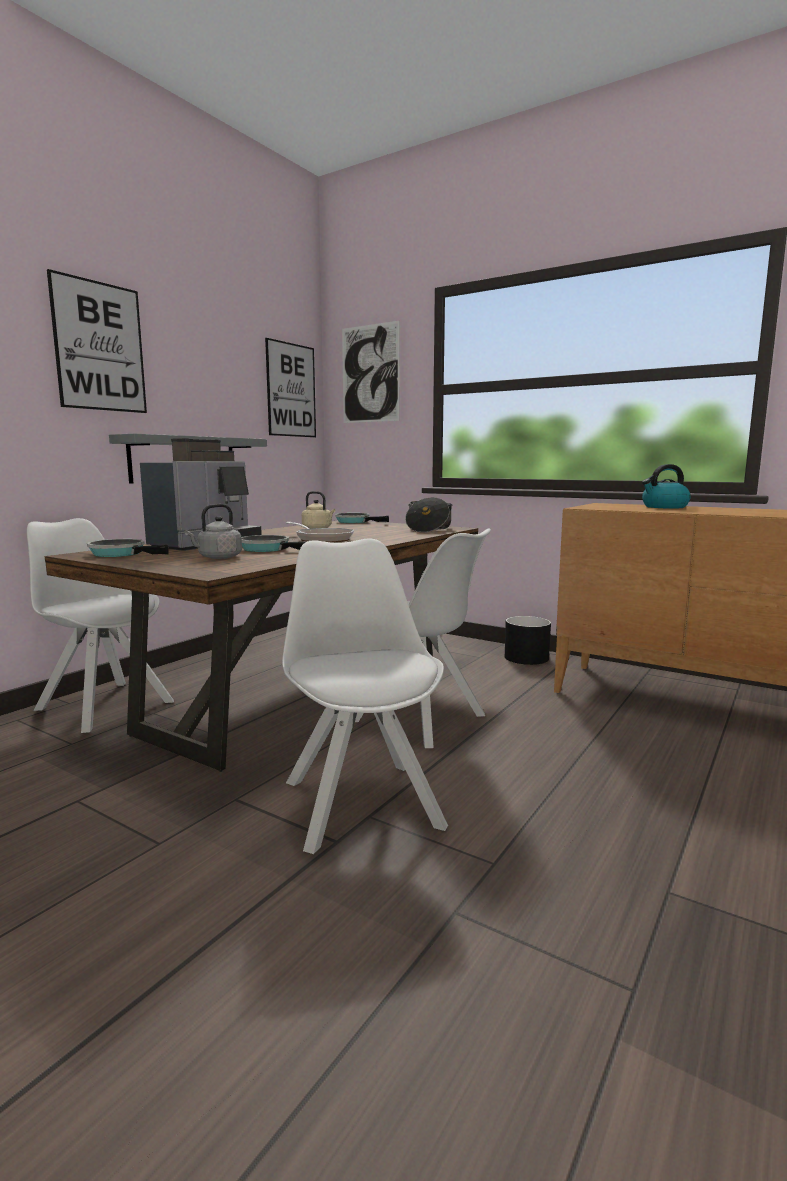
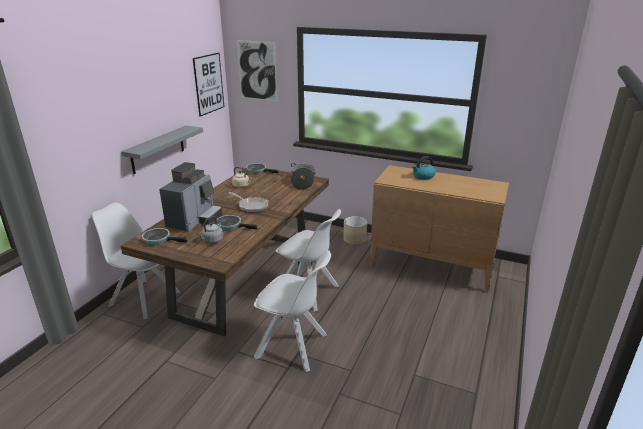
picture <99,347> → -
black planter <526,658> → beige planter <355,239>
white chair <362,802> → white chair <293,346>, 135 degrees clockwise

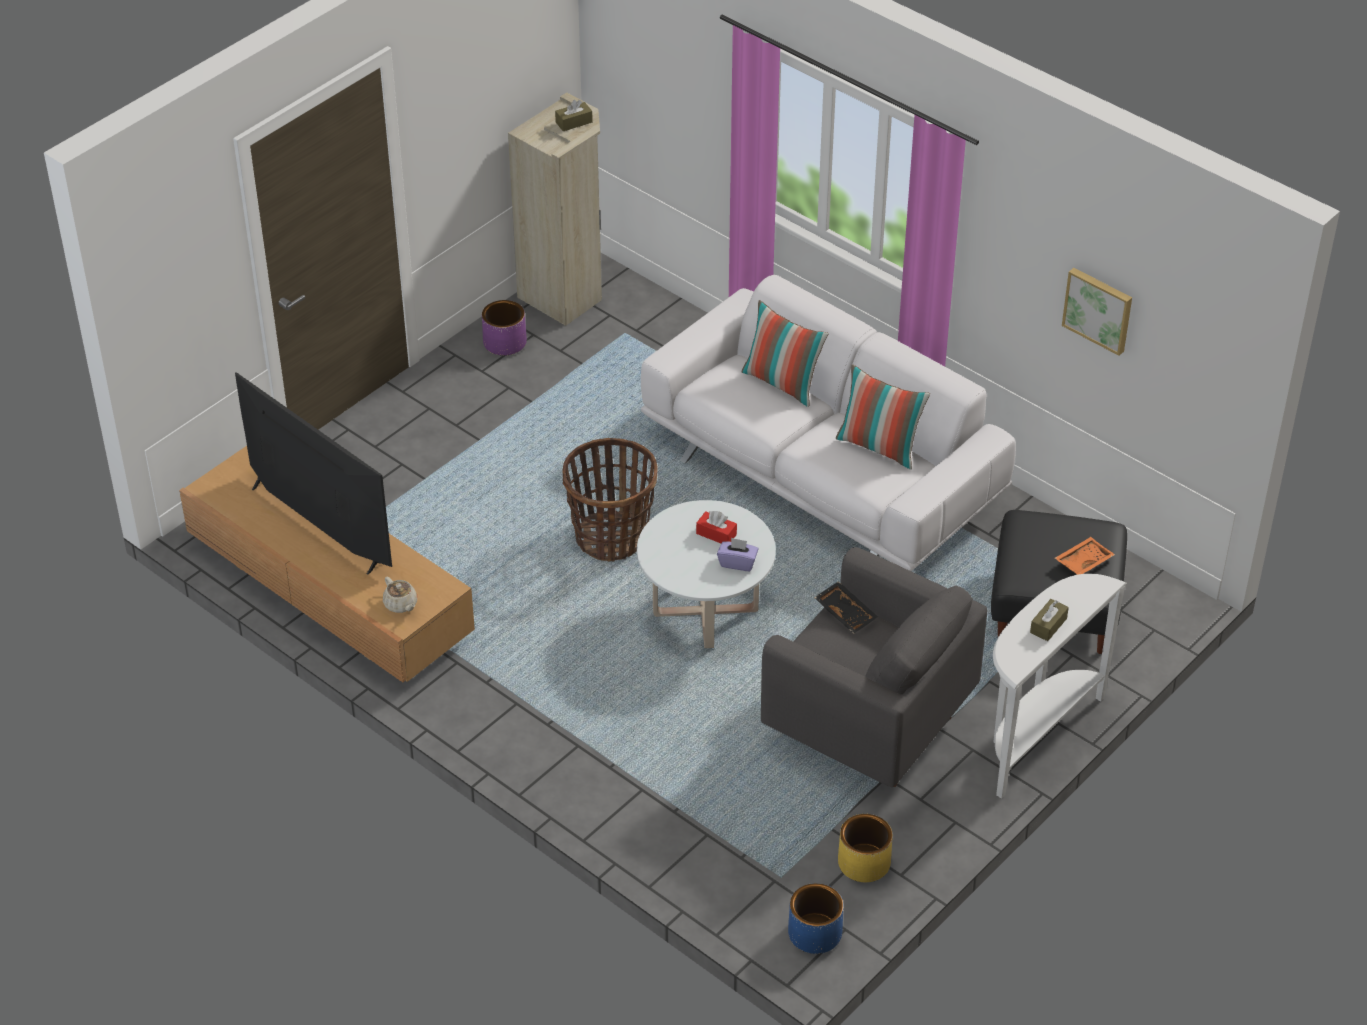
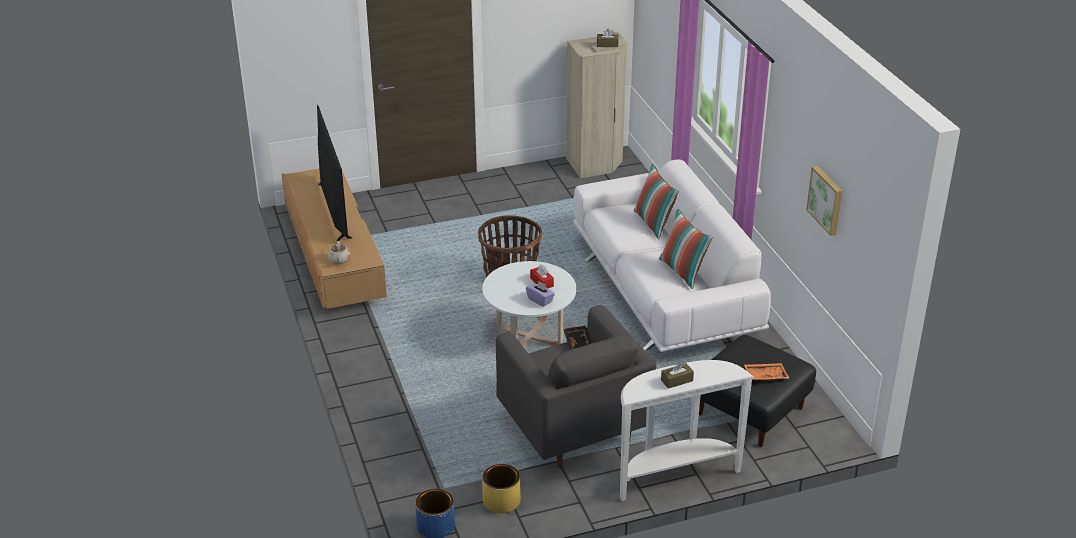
purple planter <505,342> → -

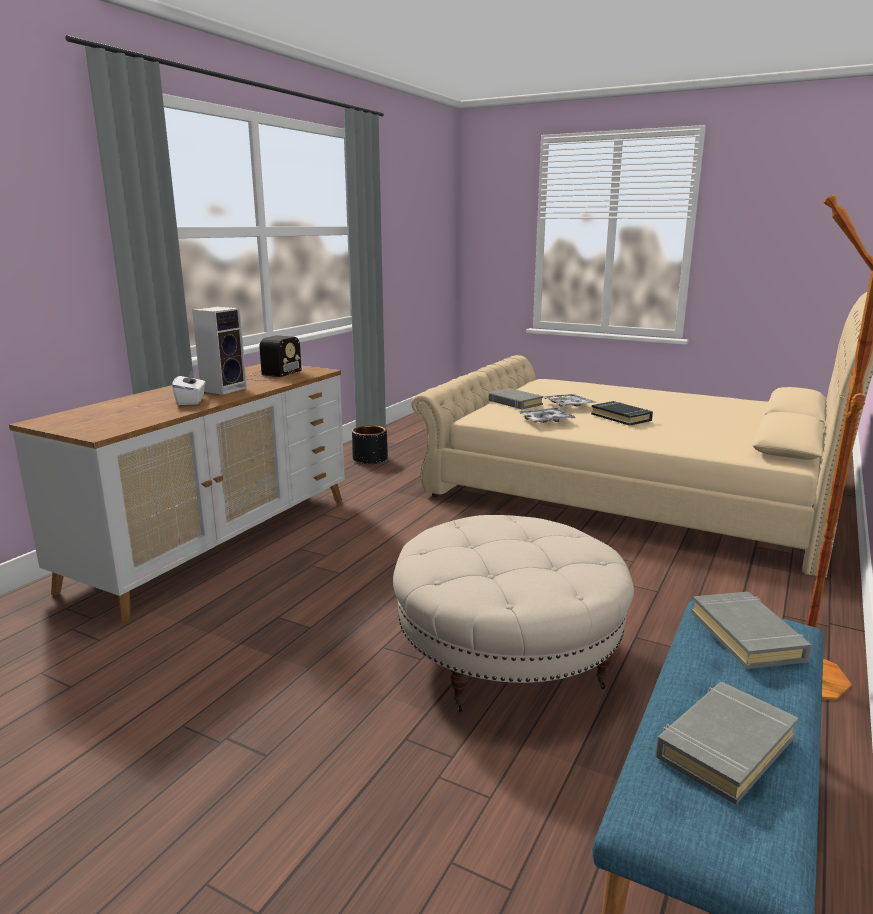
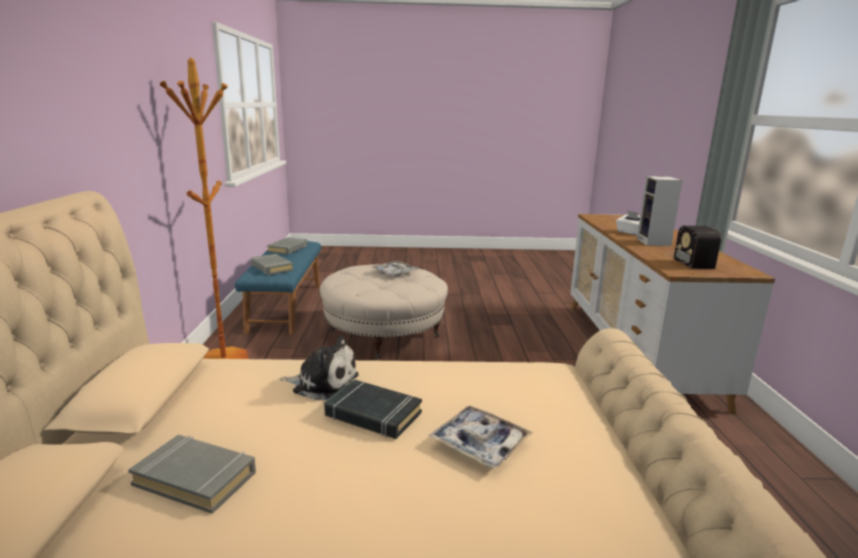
black planter <370,459> → -
- → plush toy <322,383>
grey book <514,403> → grey book <196,478>, shifted
tray <546,420> → tray <395,273>, shifted

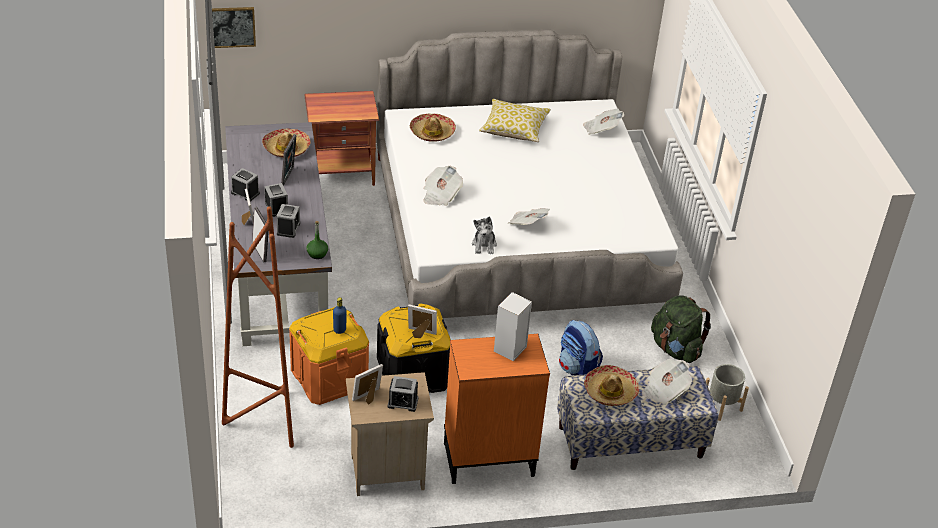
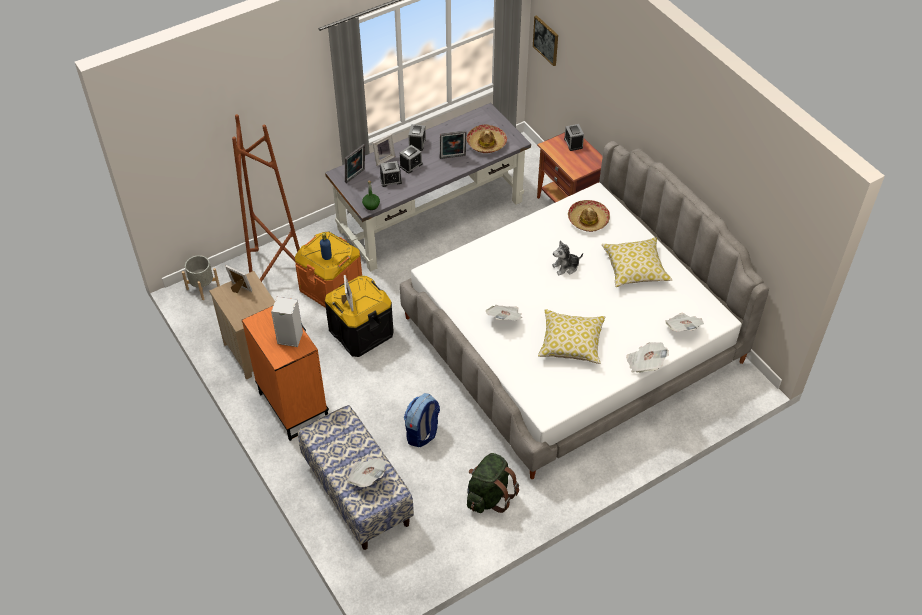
hat <610,391> → -
- → pillow <571,343>
alarm clock <403,402> → alarm clock <573,143>, shifted
newspaper <440,195> → newspaper <645,363>, shifted
plush toy <484,245> → plush toy <566,267>, shifted
grey planter <722,406> → grey planter <203,287>, shifted

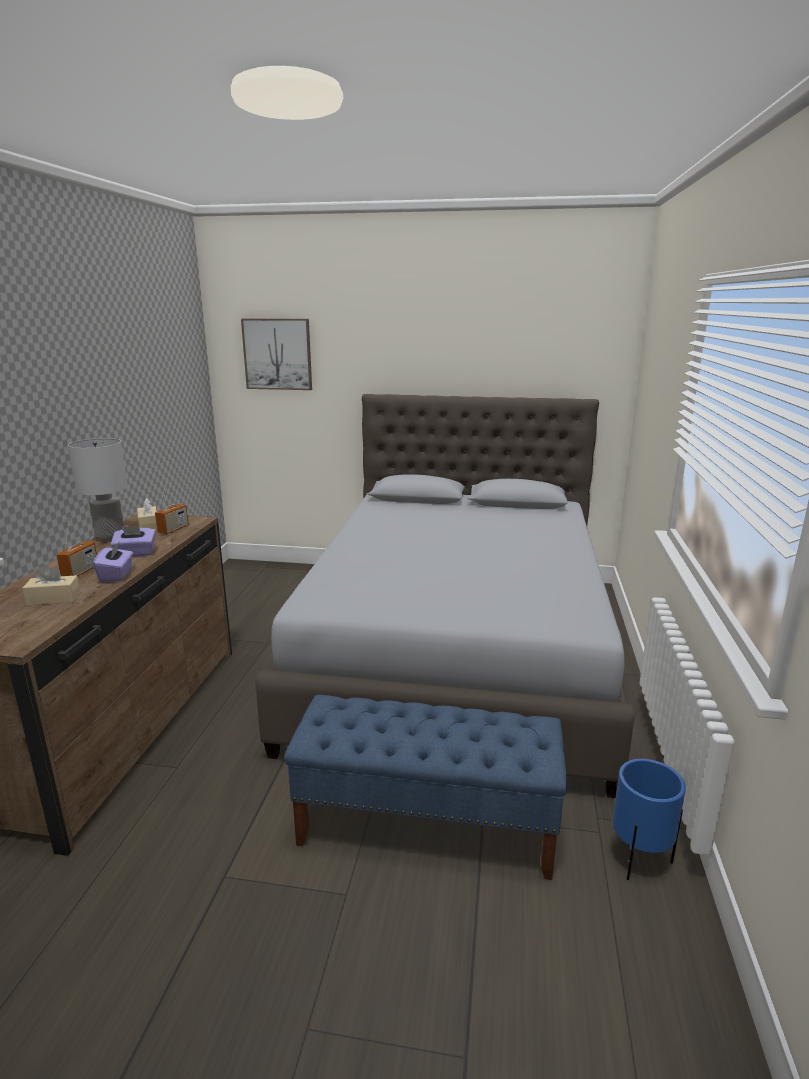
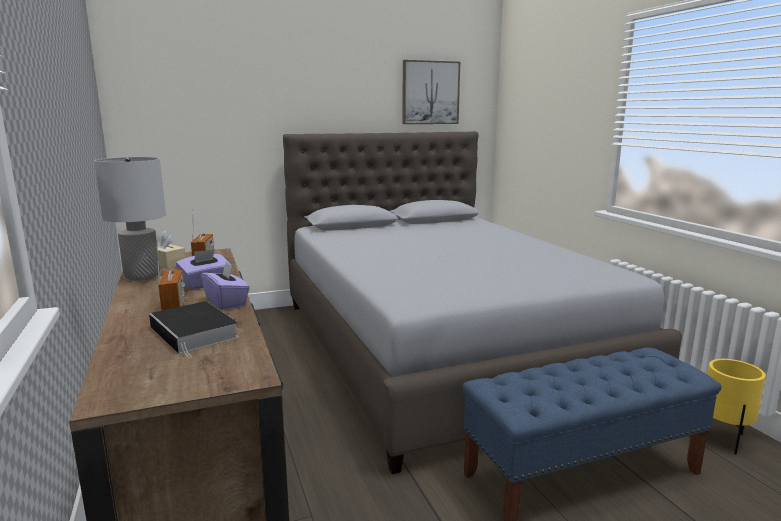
picture <277,354> → picture <430,93>, shifted
beige tissue box <53,599> → book <196,333>
blue planter <638,859> → yellow planter <724,439>

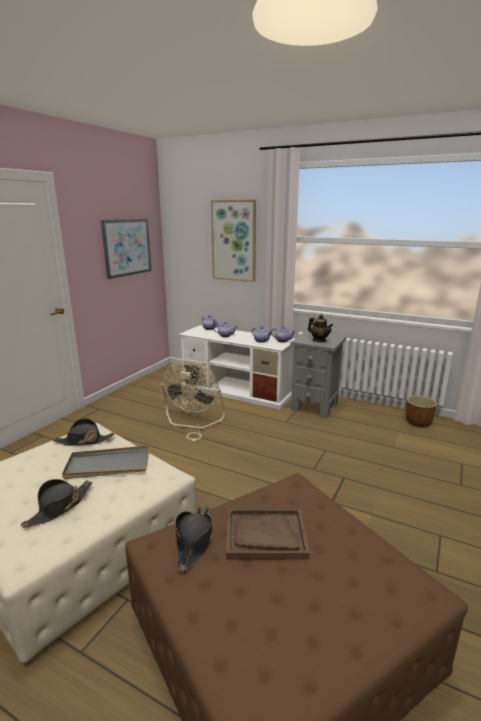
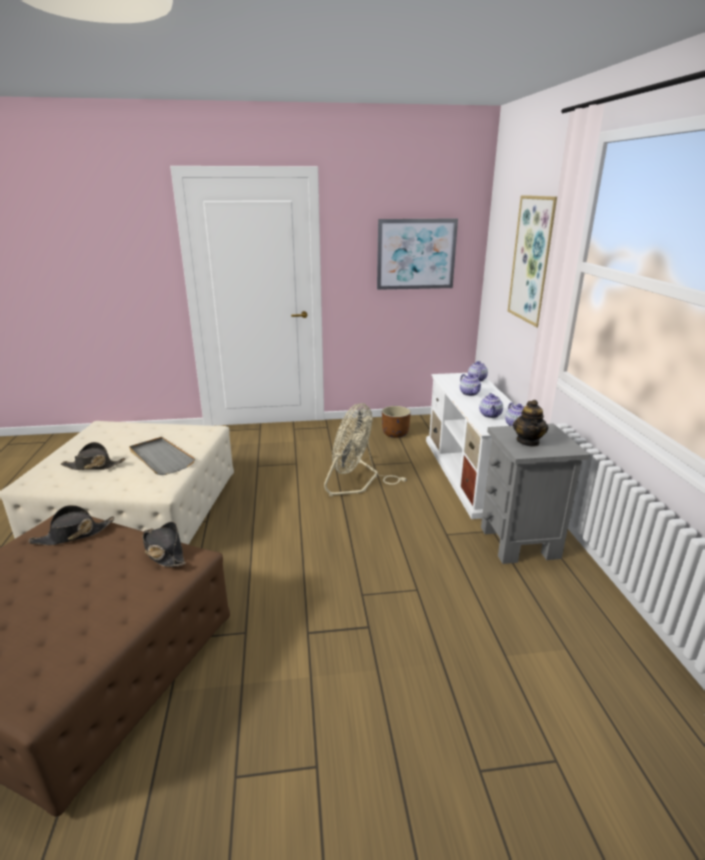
brown tray <265,535> → -
black hat <84,441> → black hat <164,552>, shifted
brown planter <418,423> → brown planter <395,434>, shifted
beige fan <192,424> → beige fan <361,480>, 135 degrees counterclockwise

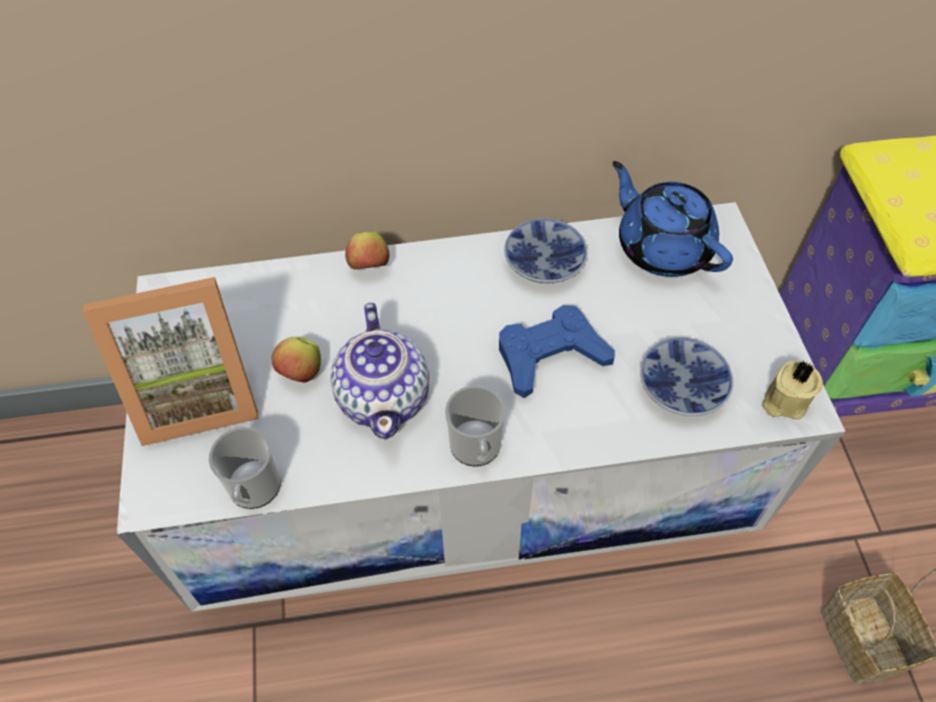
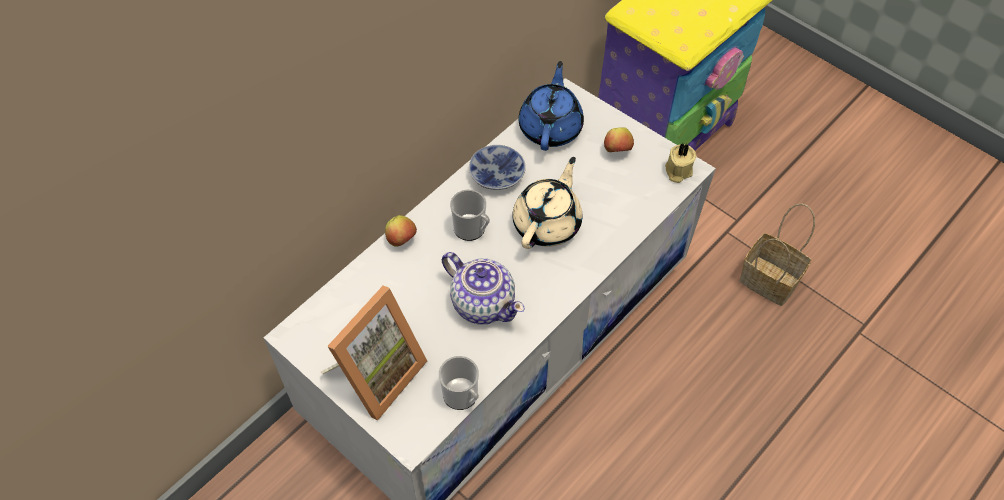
bowl <682,390> → -
apple <301,373> → apple <617,151>, shifted
mug <476,449> → mug <472,230>, shifted
blue game controller <550,355> → beige teapot <548,223>
blue teapot <662,247> → blue teapot <551,127>, 90 degrees clockwise

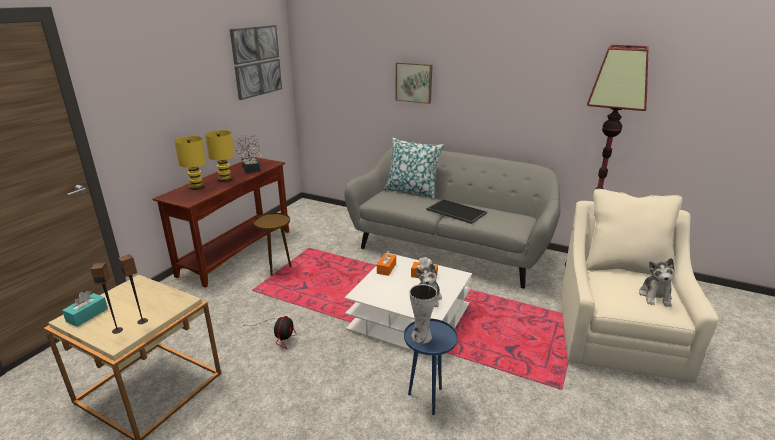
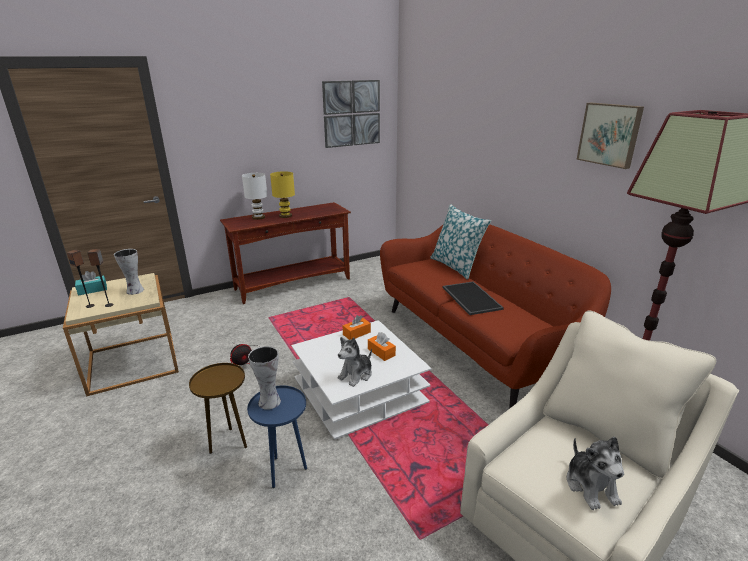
potted plant <251,167> → -
- → vase <134,291>
brown side table <277,269> → brown side table <229,442>, shifted
picture <414,82> → picture <610,134>, shifted
yellow table lamp <196,187> → white table lamp <258,217>
grey sofa <449,250> → brown sofa <474,342>
plush toy <655,296> → plush toy <591,486>, 60 degrees counterclockwise

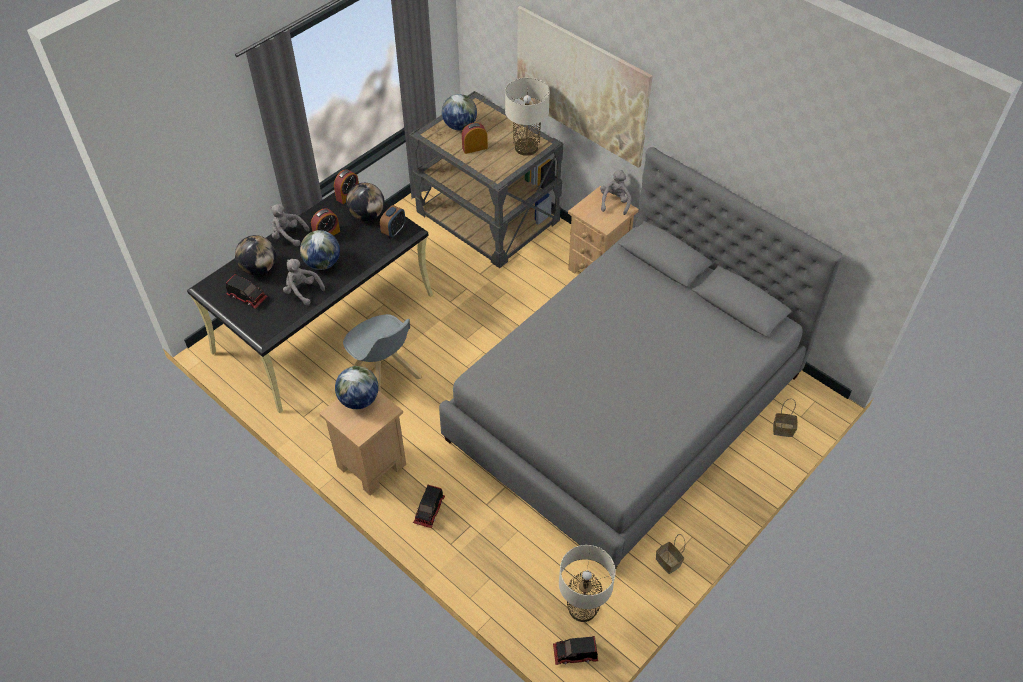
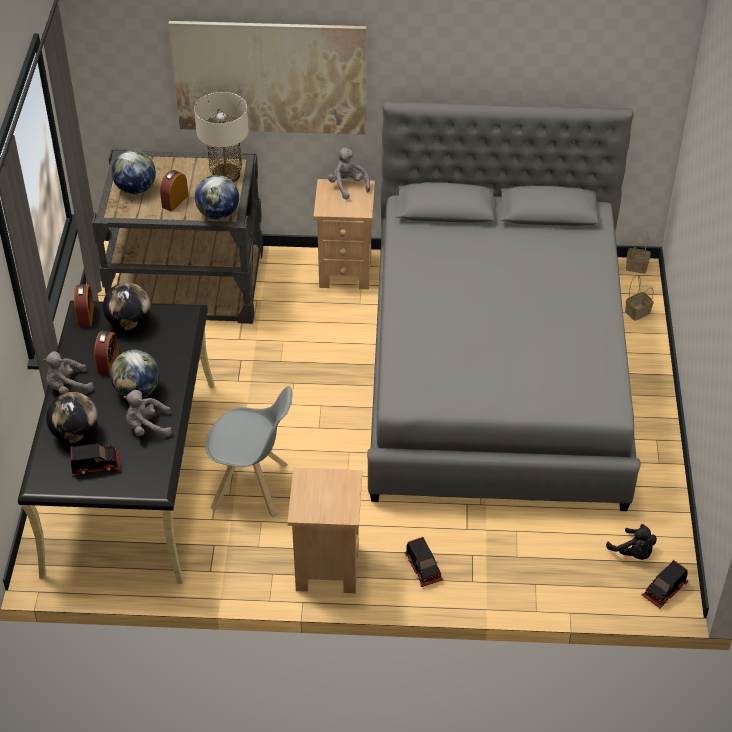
alarm clock <394,231> → -
globe <359,400> → globe <218,214>, shifted
basket <669,562> → basket <637,266>, shifted
table lamp <582,608> → black plush toy <633,553>

